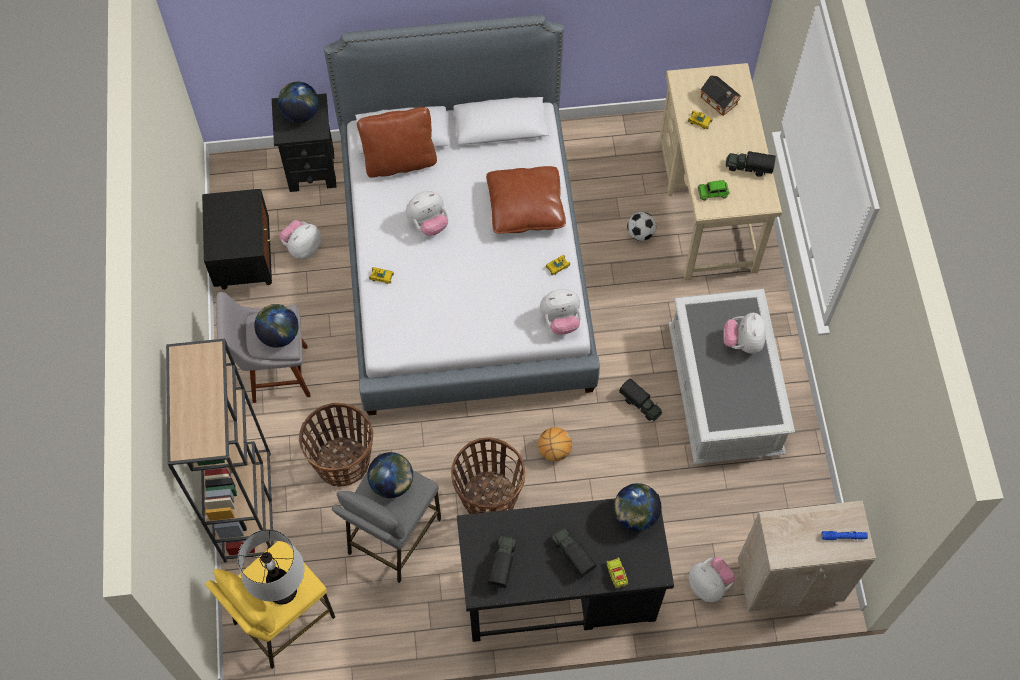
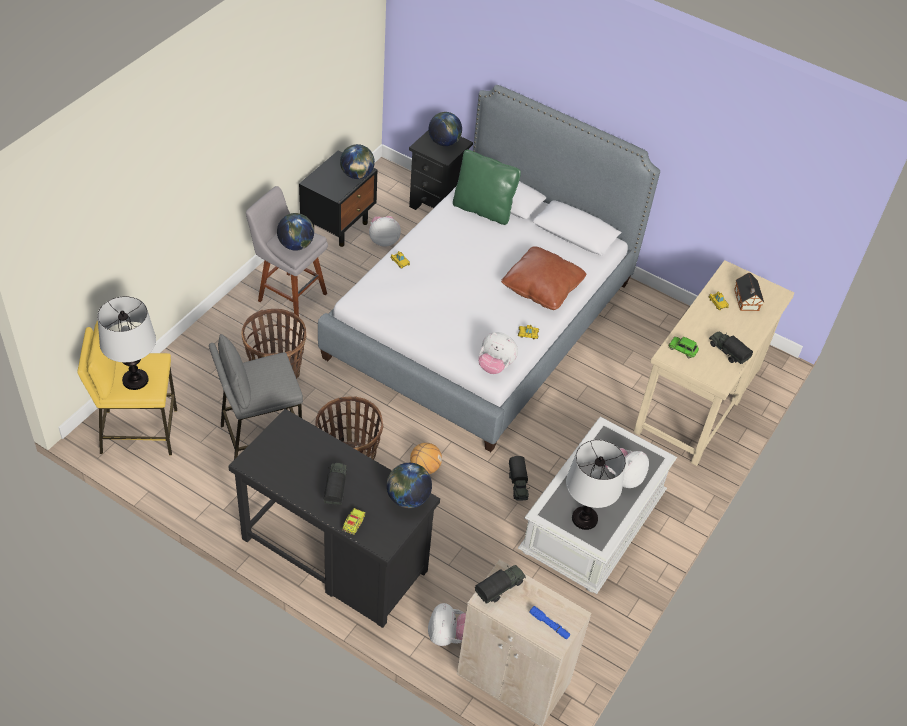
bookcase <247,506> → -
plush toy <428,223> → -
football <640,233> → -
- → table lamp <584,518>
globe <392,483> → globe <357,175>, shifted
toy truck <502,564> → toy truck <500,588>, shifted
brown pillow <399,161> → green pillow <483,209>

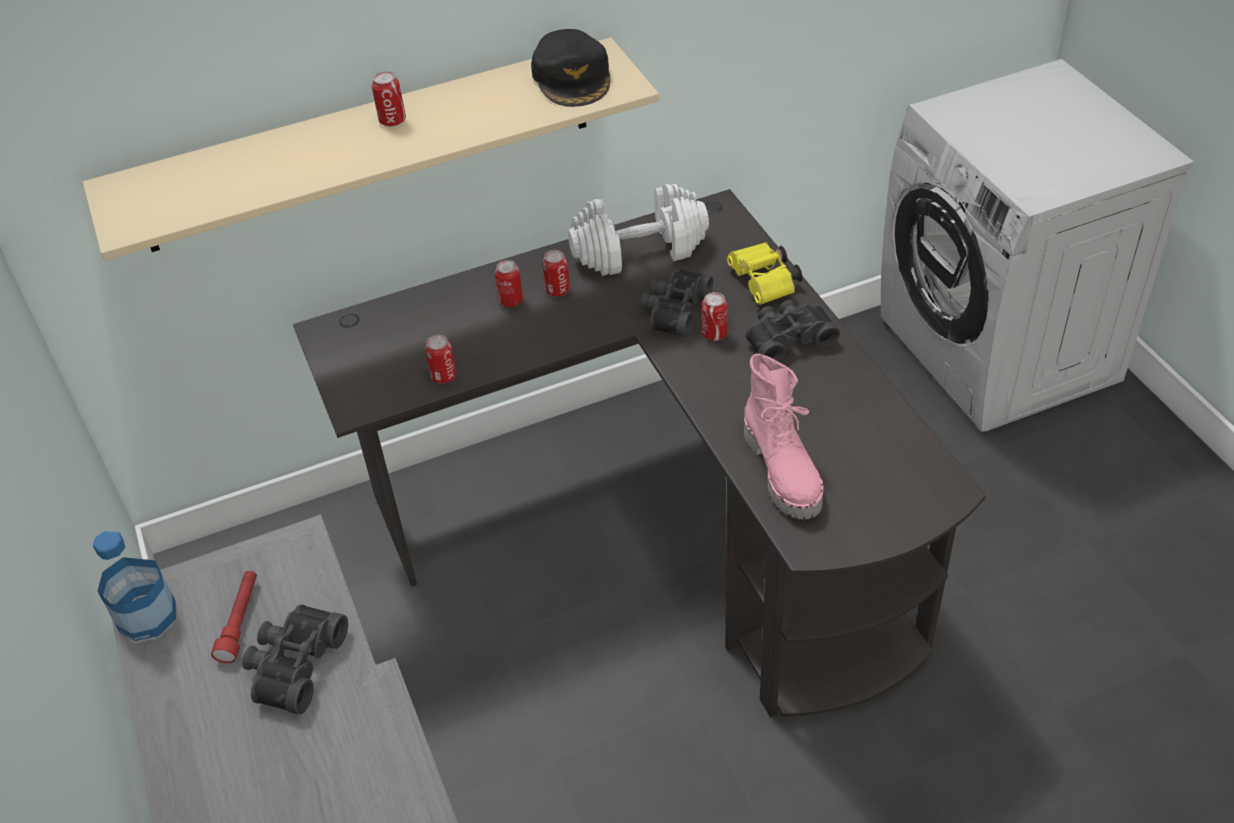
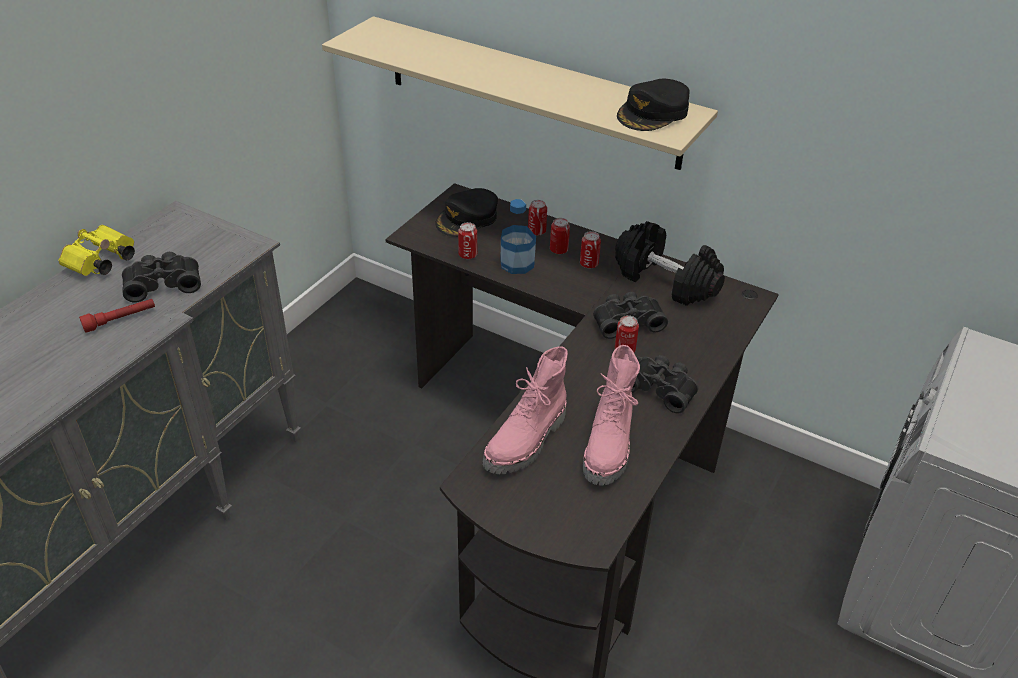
- → black cap <467,219>
- → pink boot <610,446>
bottle <147,616> → bottle <517,264>, shifted
red flashlight <240,621> → red flashlight <120,320>, shifted
can <392,120> → can <536,231>, shifted
yellow binoculars <765,284> → yellow binoculars <101,263>, shifted
white dumbbell <639,250> → black dumbbell <666,280>

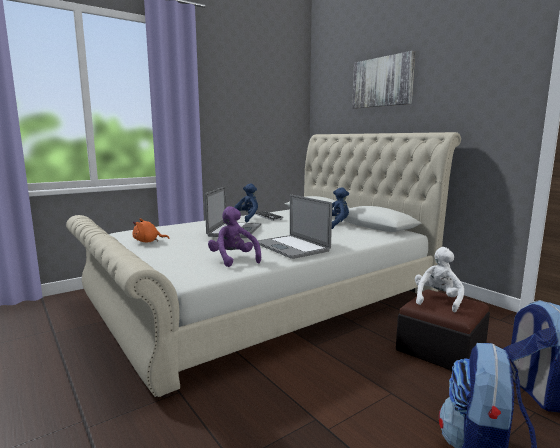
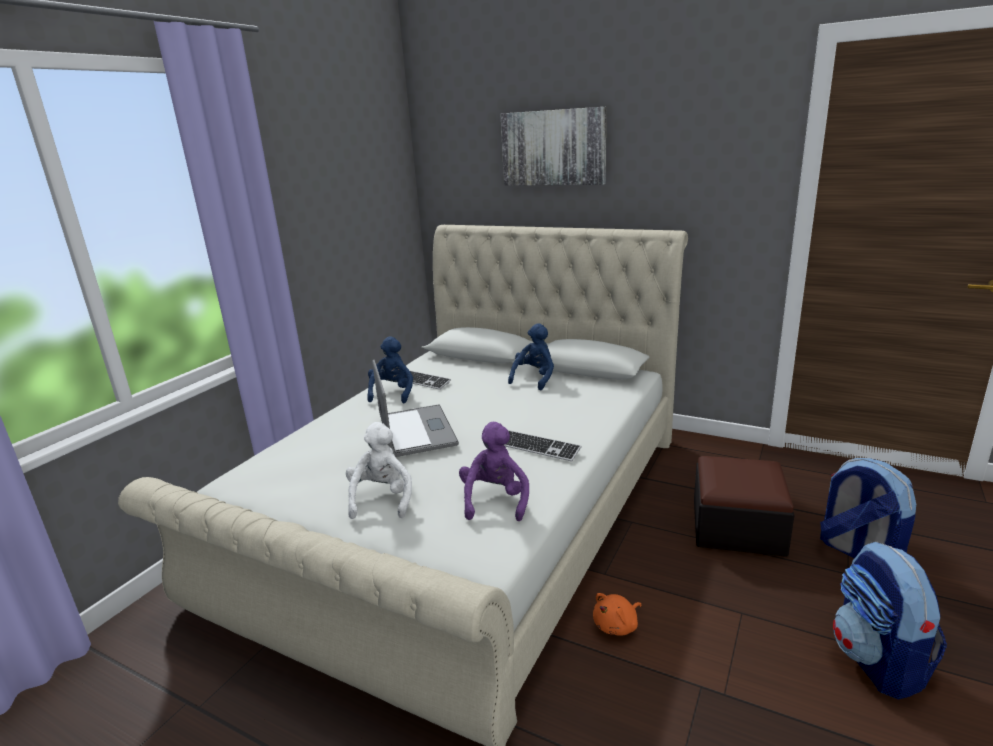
orange plush toy <148,241> → orange plush toy <617,625>, shifted
white plush toy <437,300> → white plush toy <382,499>, shifted
laptop <291,247> → keyboard <539,448>
purple plush toy <233,259> → purple plush toy <495,500>, 60 degrees clockwise

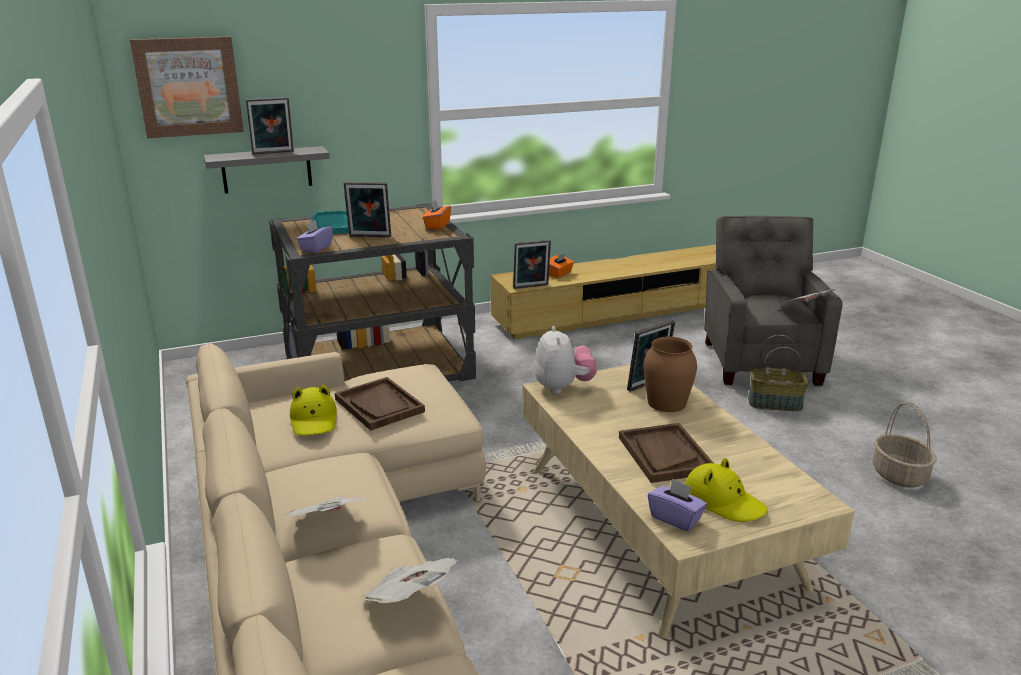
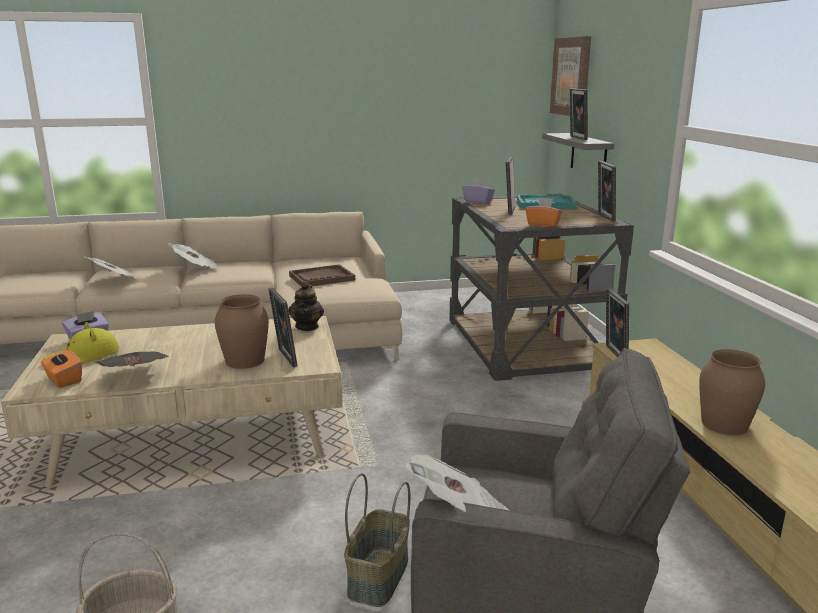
yellow hat <314,420> → -
brown tray <665,454> → -
- → newspaper <135,377>
- → picture frame <604,217>
- → brown vase <725,424>
orange tissue box <559,274> → orange tissue box <63,380>, shifted
plush toy <563,387> → teapot <307,327>

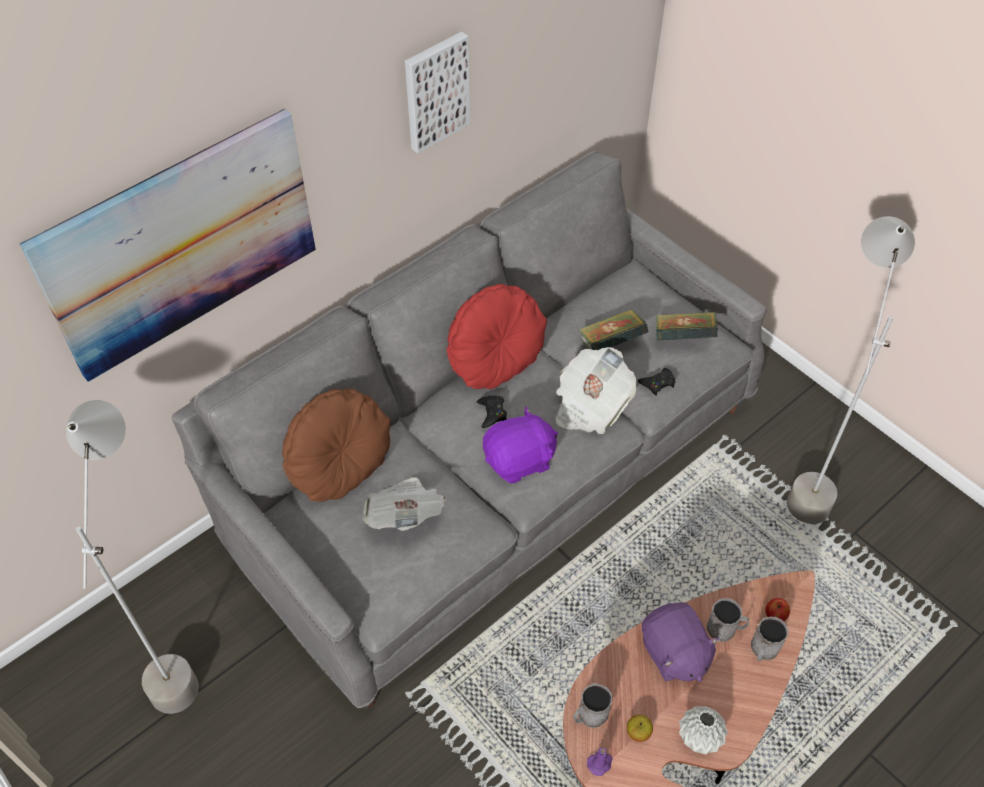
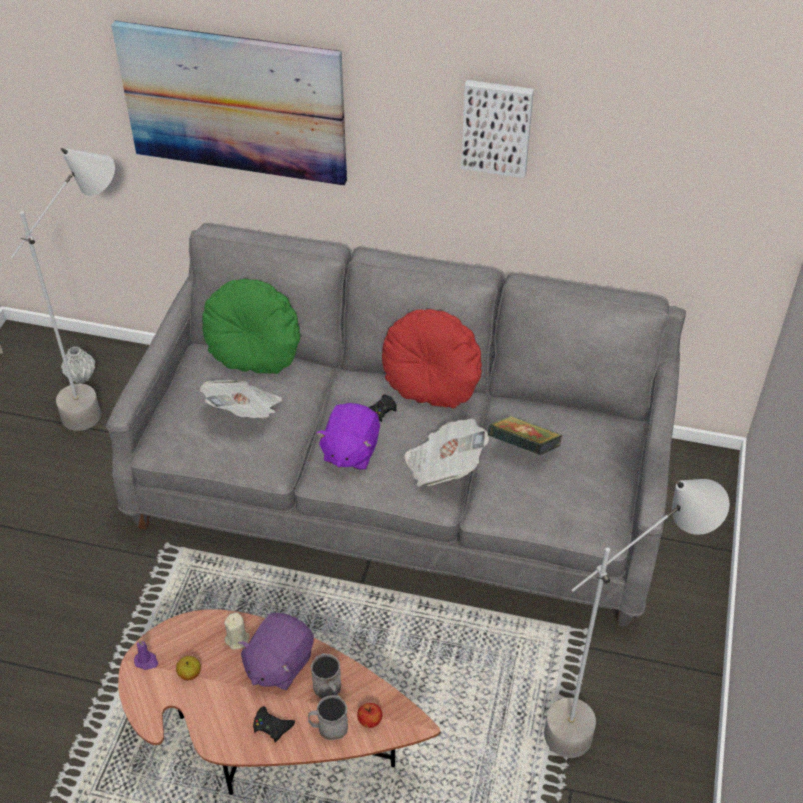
grey mug <589,715> → -
book <683,339> → -
- → beige candle <237,639>
black game controller <657,383> → black game controller <272,726>, shifted
grey vase <699,737> → grey vase <82,377>, shifted
brown pillow <342,472> → green pillow <255,359>
purple plush toy <519,461> → purple plush toy <350,451>, 75 degrees clockwise

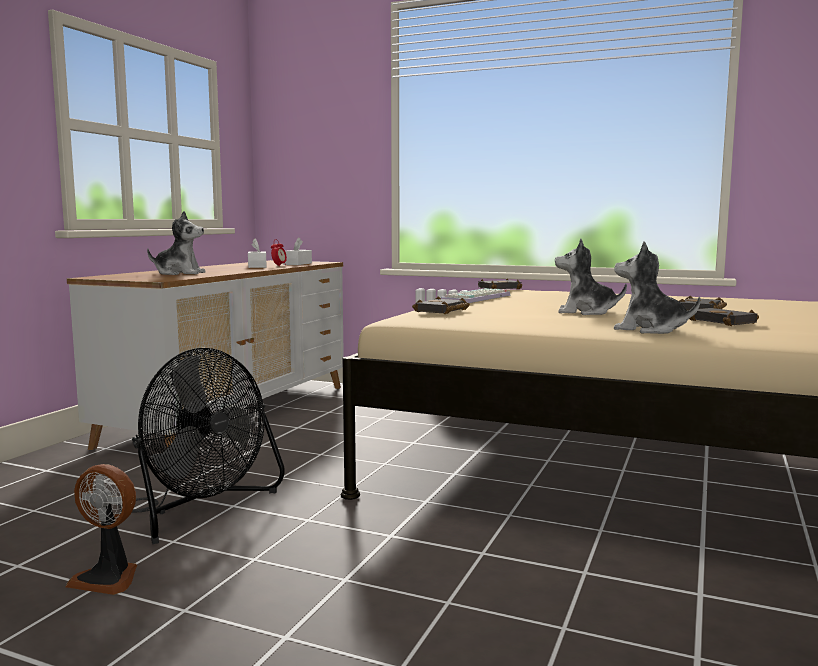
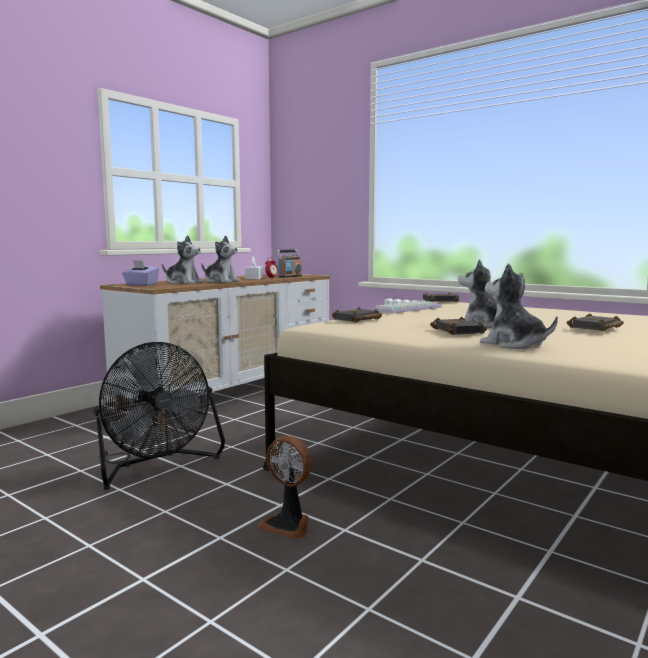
- → purple tissue box <141,285>
- → plush toy <221,281>
fan <108,578> → fan <288,525>, shifted
black book <725,322> → black book <460,331>, shifted
white tissue box <297,264> → radio <290,276>

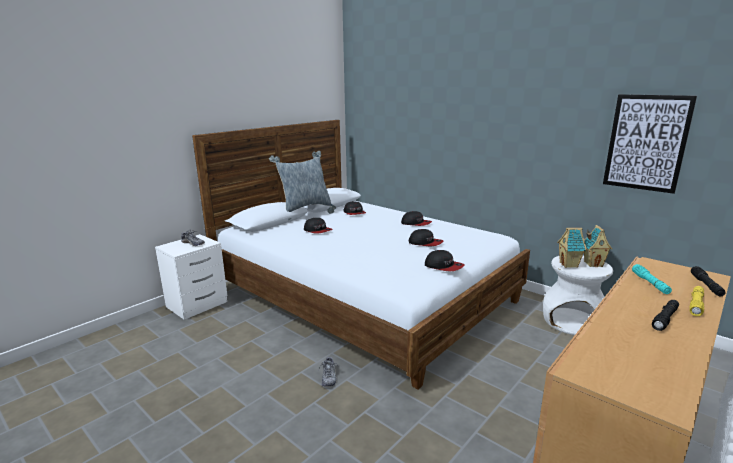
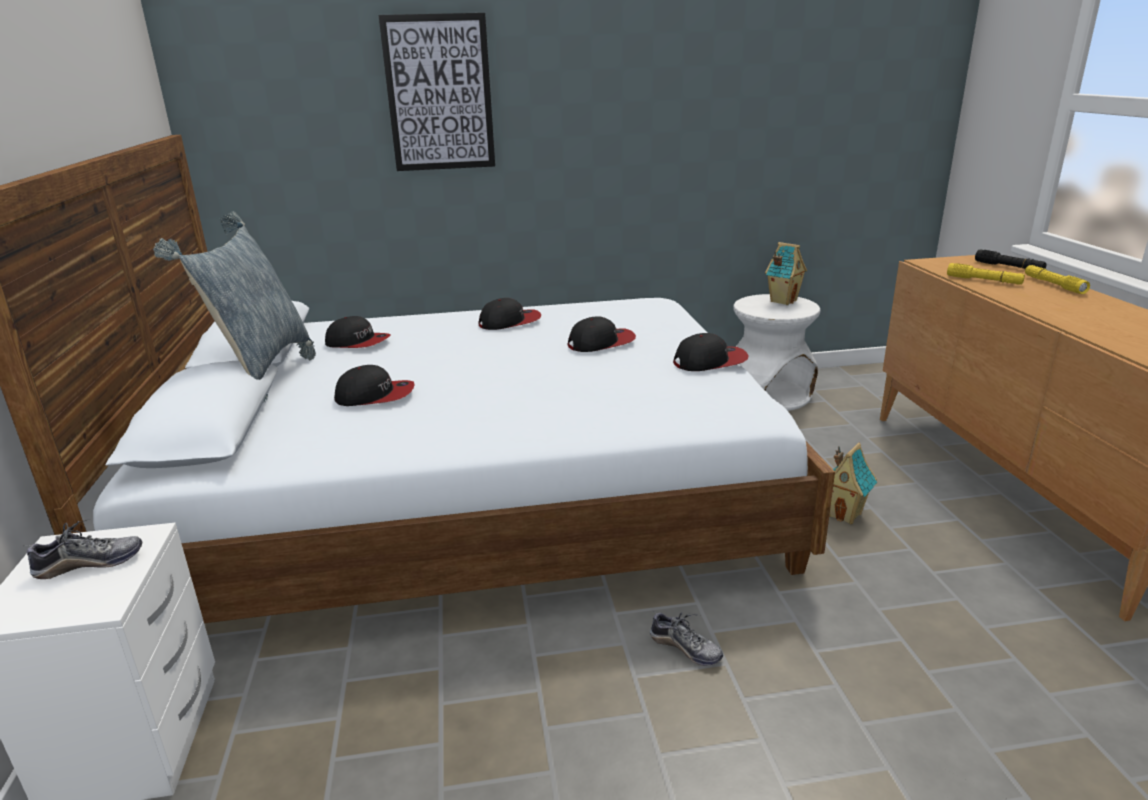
black flashlight <665,319> → -
toy house <569,265> → toy house <845,514>, shifted
picture <646,143> → picture <439,94>, shifted
turquoise flashlight <650,283> → yellow flashlight <984,280>

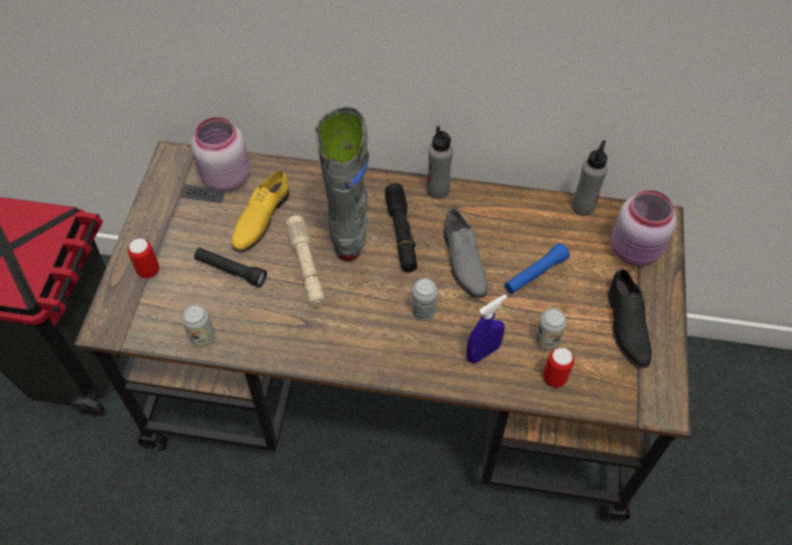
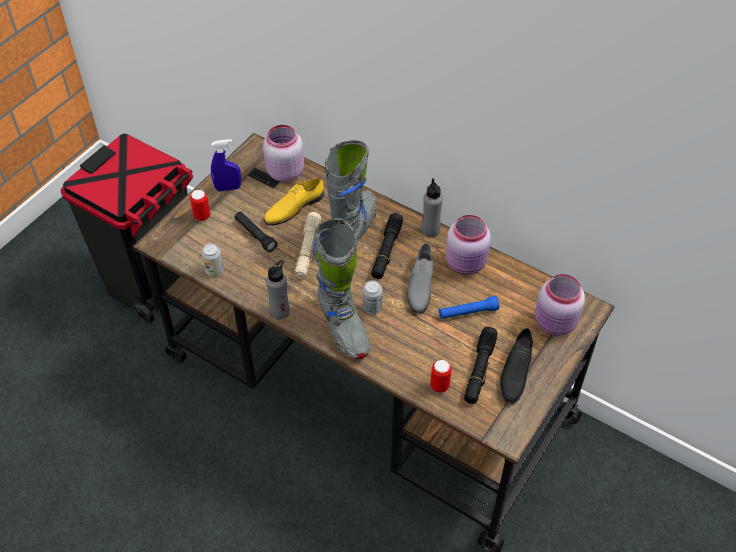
can <547,340> → -
- → grey boot <343,327>
- → pink jar <466,264>
- → black flashlight <479,369>
blue spray bottle <483,352> → blue spray bottle <228,188>, shifted
grey bottle <583,206> → grey bottle <280,311>, shifted

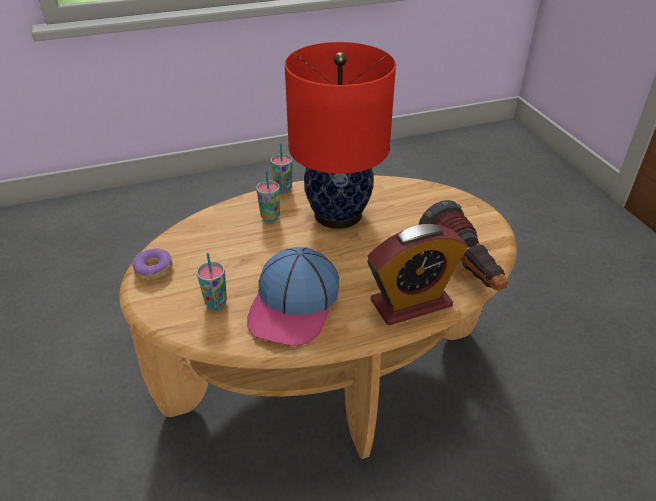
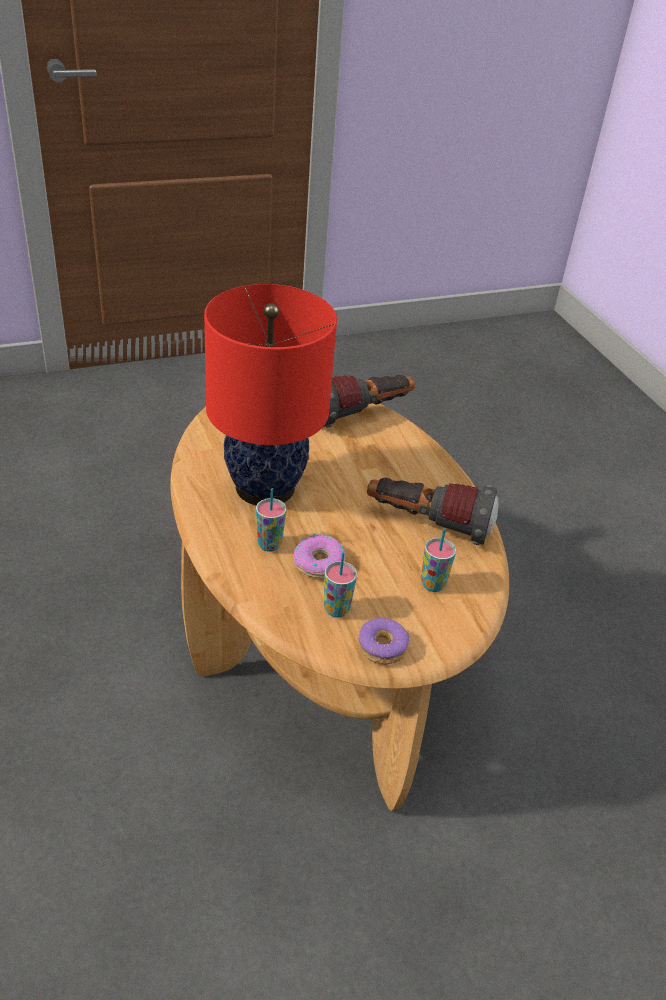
alarm clock <411,303> → -
- → donut <319,563>
cup <283,189> → cup <336,609>, shifted
cap <294,305> → flashlight <427,525>

